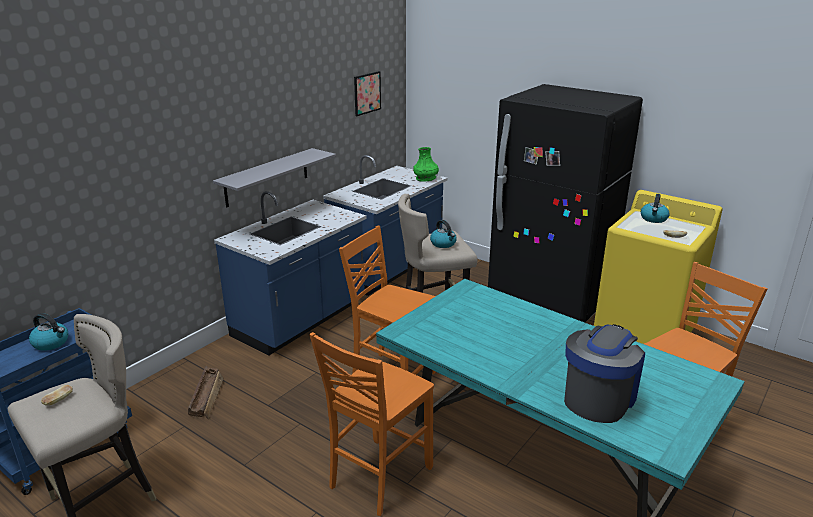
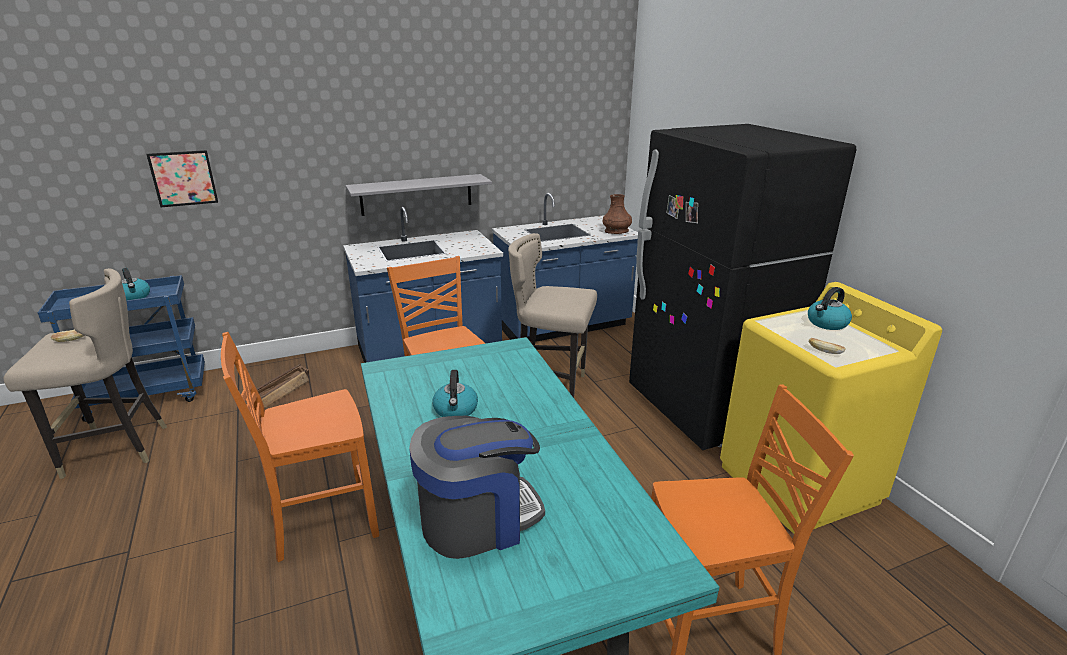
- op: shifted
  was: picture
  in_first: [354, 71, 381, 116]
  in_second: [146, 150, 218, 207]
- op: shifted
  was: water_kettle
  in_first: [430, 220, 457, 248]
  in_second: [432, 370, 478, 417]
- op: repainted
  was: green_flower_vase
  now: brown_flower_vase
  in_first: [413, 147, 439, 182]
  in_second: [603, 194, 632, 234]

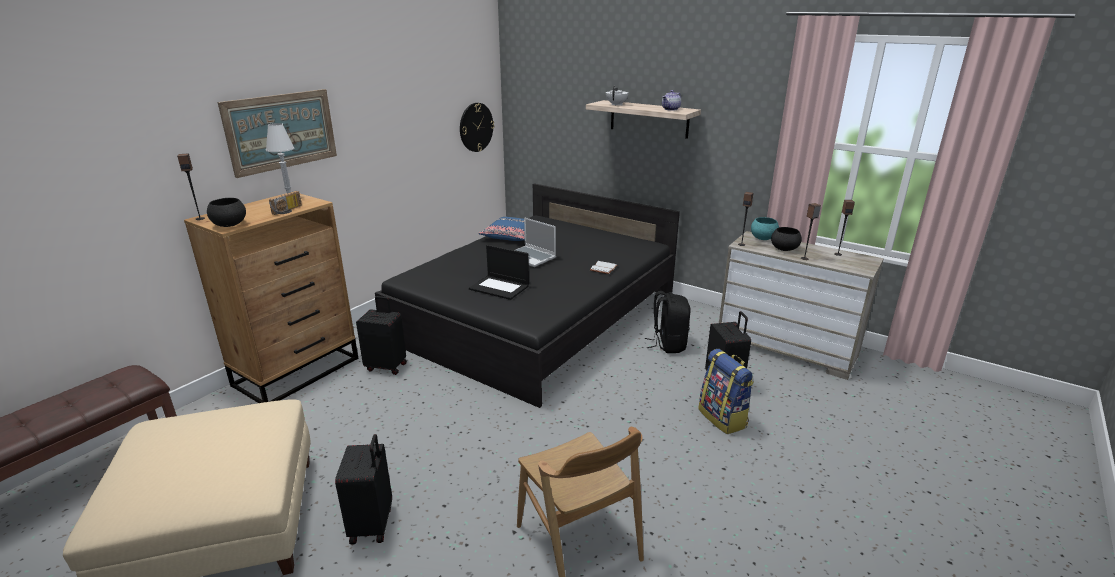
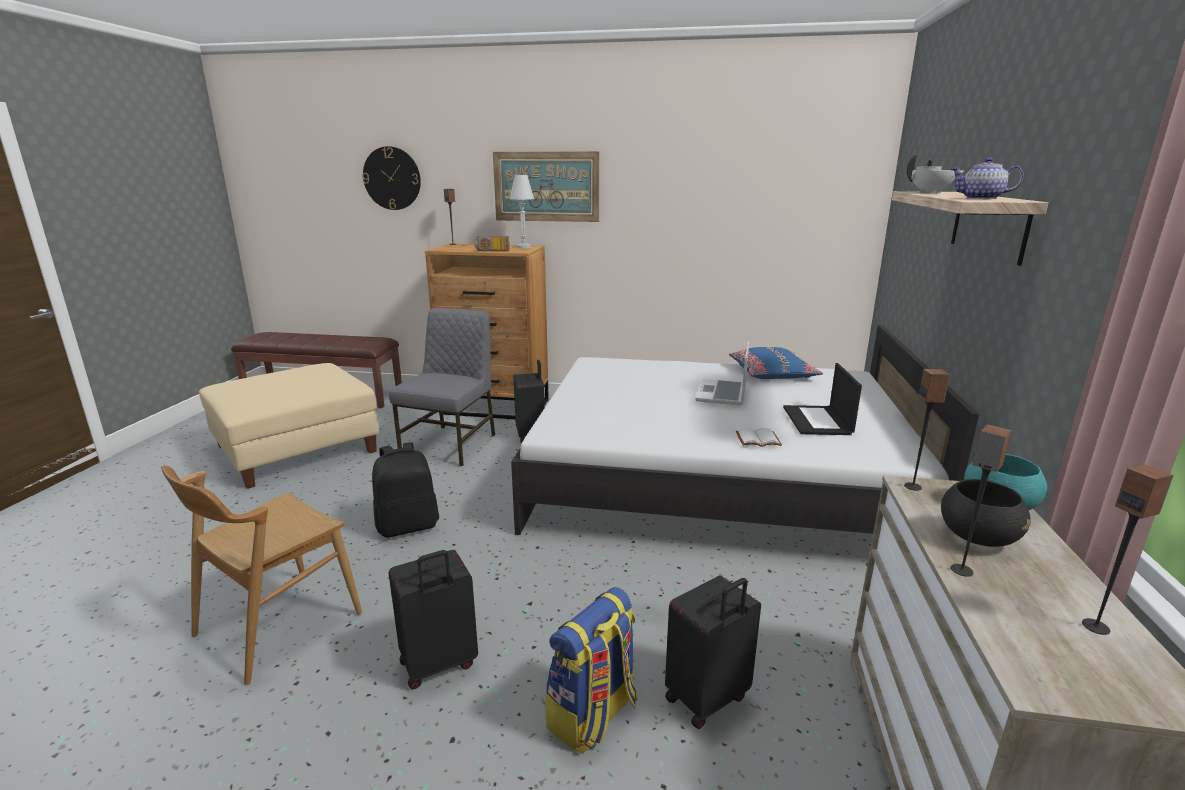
- op: shifted
  was: wall_clock
  in_first: [460, 103, 494, 152]
  in_second: [362, 146, 421, 210]
- op: shifted
  was: black-coloured_backpack
  in_first: [645, 291, 691, 353]
  in_second: [372, 442, 439, 538]
- op: new
  now: gray_upright_chair
  in_second: [389, 308, 495, 466]
- op: shifted
  was: black-coloured_travel_case
  in_first: [335, 434, 392, 545]
  in_second: [389, 550, 478, 690]
- op: repainted
  was: black-coloured_bedroom_bed
  now: white_bedroom_bed
  in_first: [375, 183, 680, 408]
  in_second: [511, 325, 979, 535]
- op: shifted
  was: portable_computer
  in_first: [469, 245, 529, 300]
  in_second: [783, 363, 862, 435]
- op: gone
  was: black-coloured_deep_dish
  in_first: [207, 198, 246, 227]

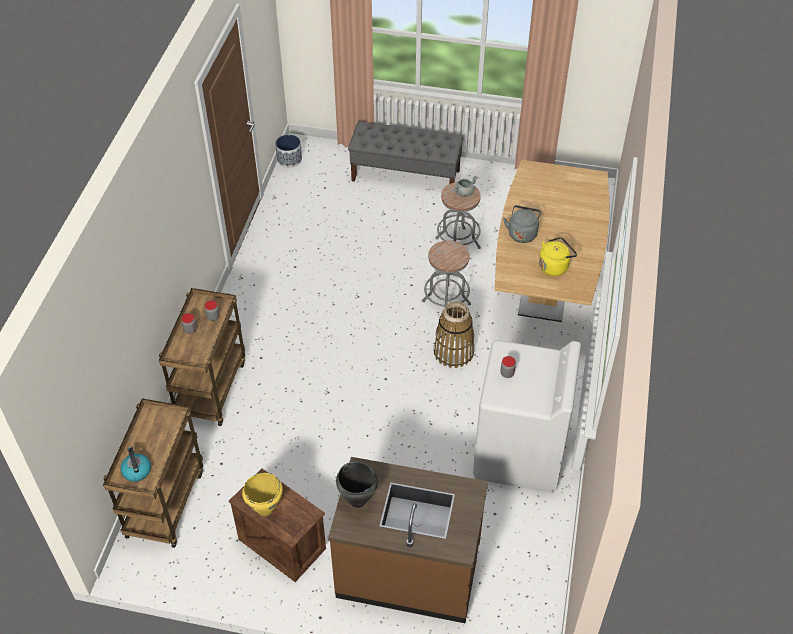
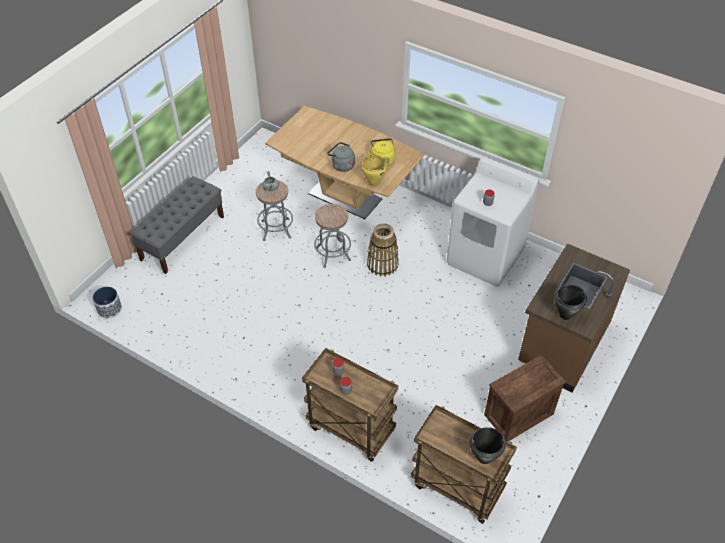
- op: shifted
  was: yellow_stockpot
  in_first: [242, 473, 283, 516]
  in_second: [361, 155, 387, 187]
- op: swapped
  was: water_kettle
  now: black-coloured_stockpot
  in_first: [120, 447, 151, 482]
  in_second: [470, 427, 506, 464]

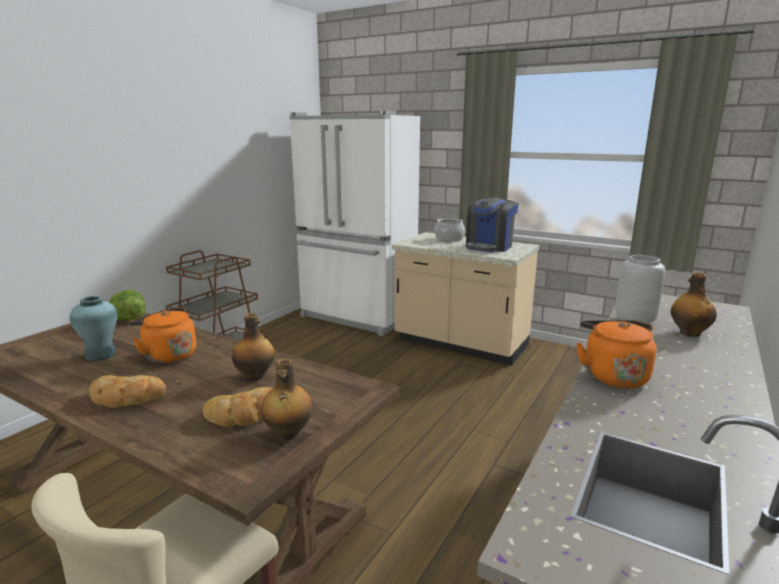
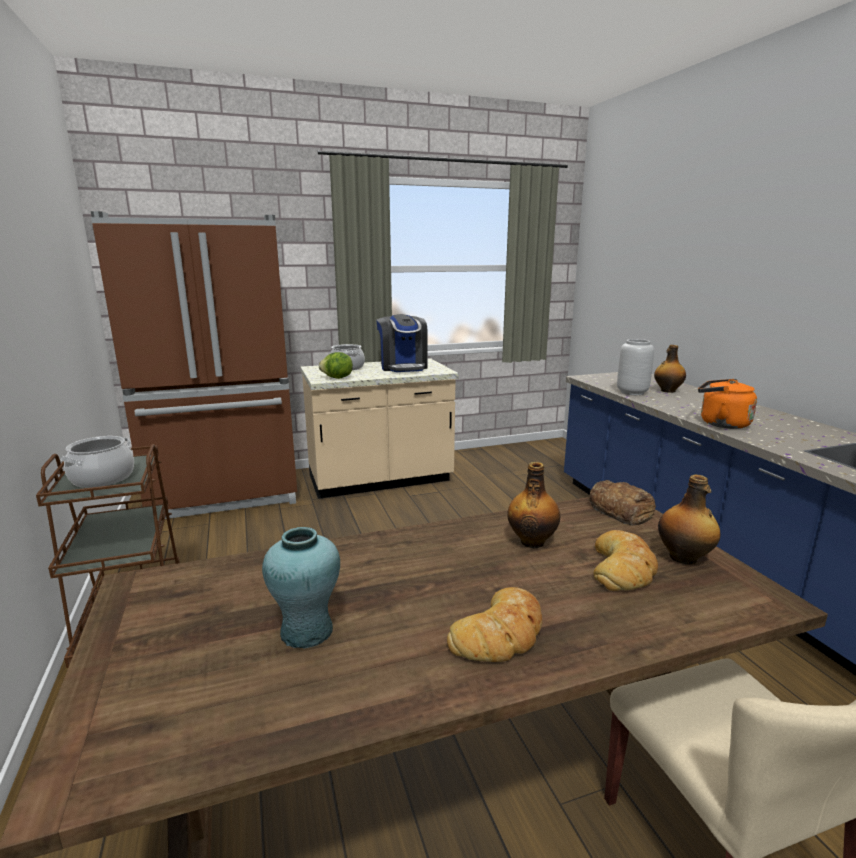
- op: new
  now: stockpot
  in_second: [61, 436, 134, 488]
- op: repainted
  was: white_kitchen_fridge
  now: brown_kitchen_fridge
  in_first: [289, 111, 420, 336]
  in_second: [91, 211, 297, 519]
- op: shifted
  was: lettuce_head
  in_first: [109, 290, 146, 321]
  in_second: [319, 352, 353, 379]
- op: new
  now: bakery_bread
  in_second: [589, 480, 656, 526]
- op: gone
  was: orange-coloured_water_kettle
  in_first: [129, 307, 196, 363]

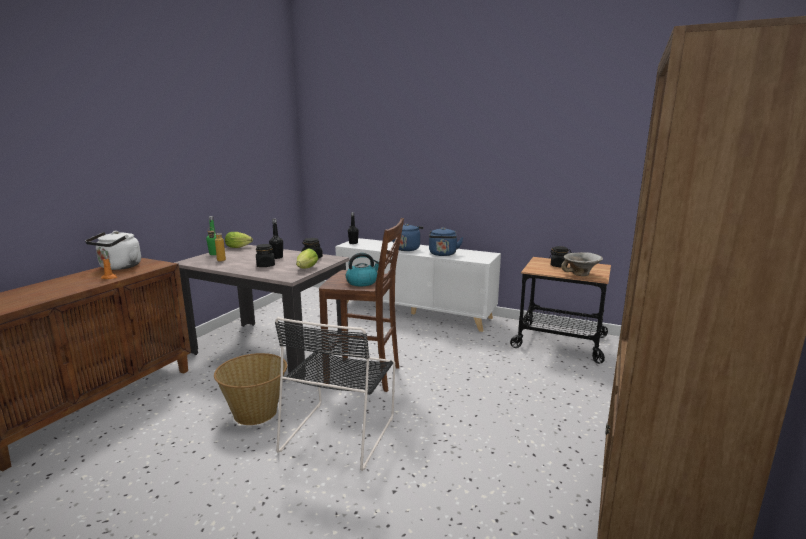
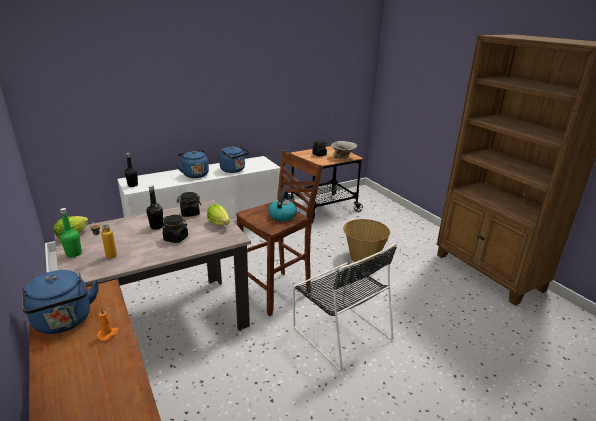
- op: repainted
  was: white_water_kettle
  now: blue_water_kettle
  in_first: [85, 231, 141, 270]
  in_second: [22, 270, 99, 334]
- op: shifted
  was: basket
  in_first: [214, 353, 287, 425]
  in_second: [343, 219, 390, 264]

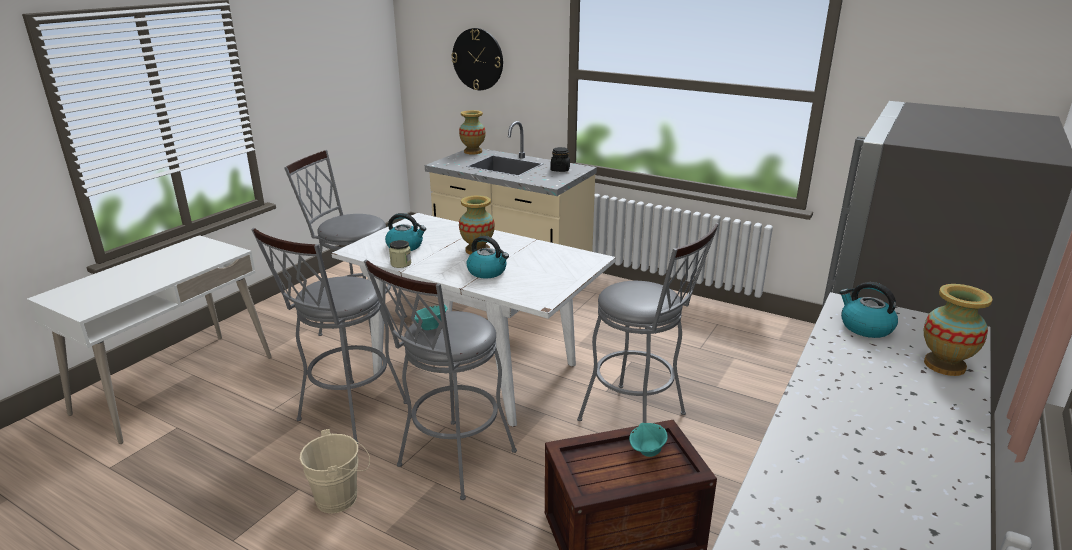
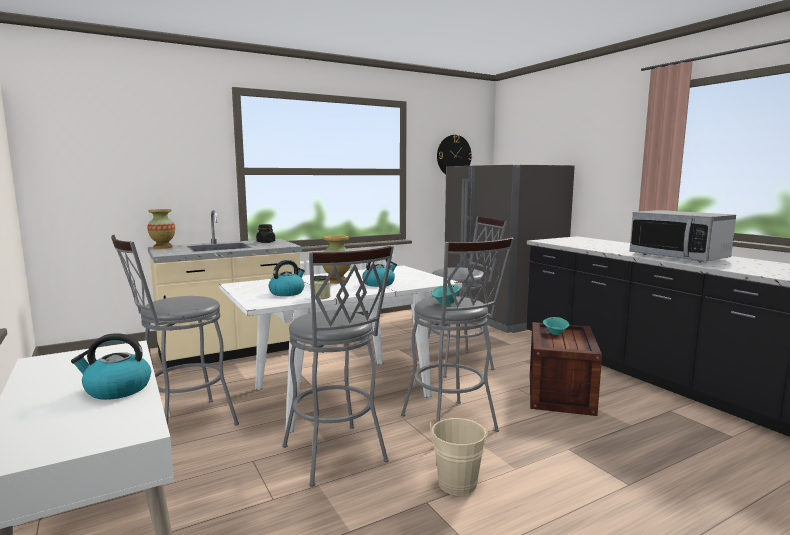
- op: shifted
  was: water_kettle
  in_first: [839, 282, 898, 338]
  in_second: [71, 333, 151, 400]
- op: shifted
  was: wall_clock
  in_first: [451, 28, 503, 90]
  in_second: [437, 135, 472, 174]
- op: new
  now: kitchen_microwave
  in_second: [629, 210, 736, 262]
- op: gone
  was: flower_vase
  in_first: [924, 284, 993, 376]

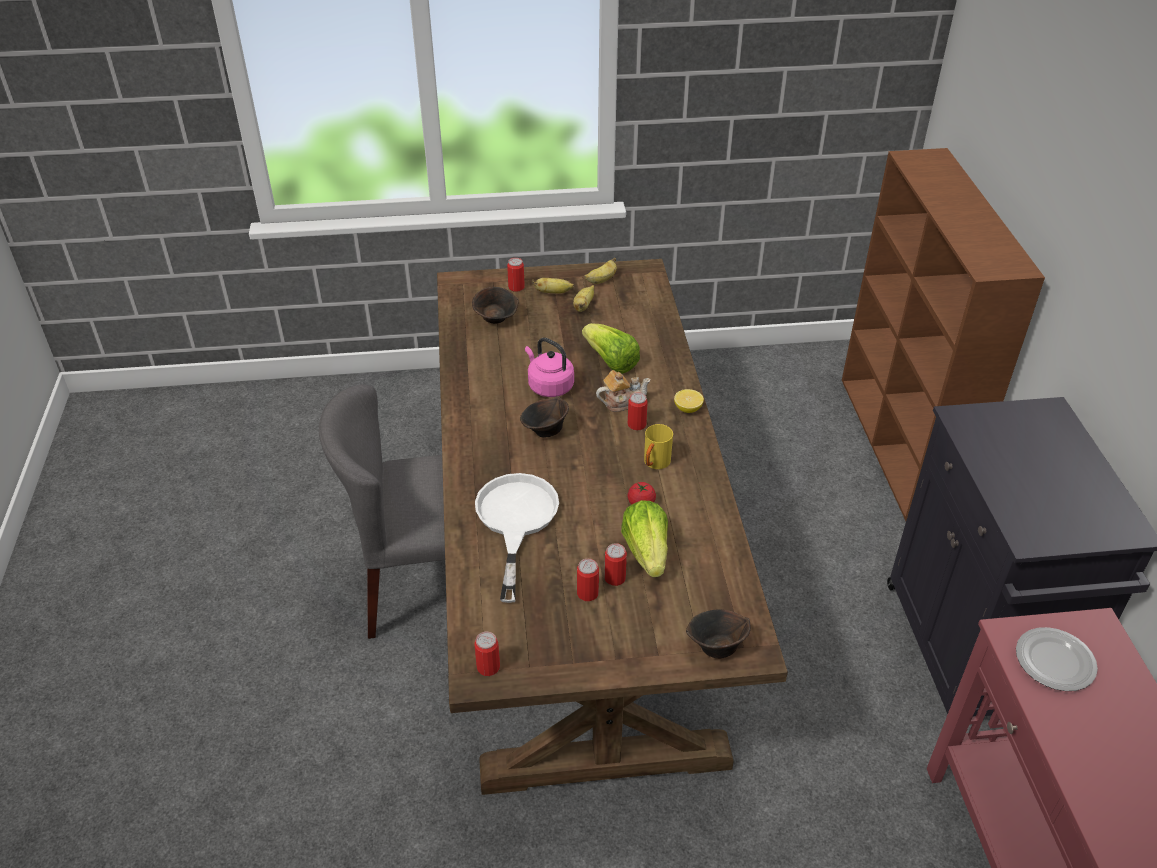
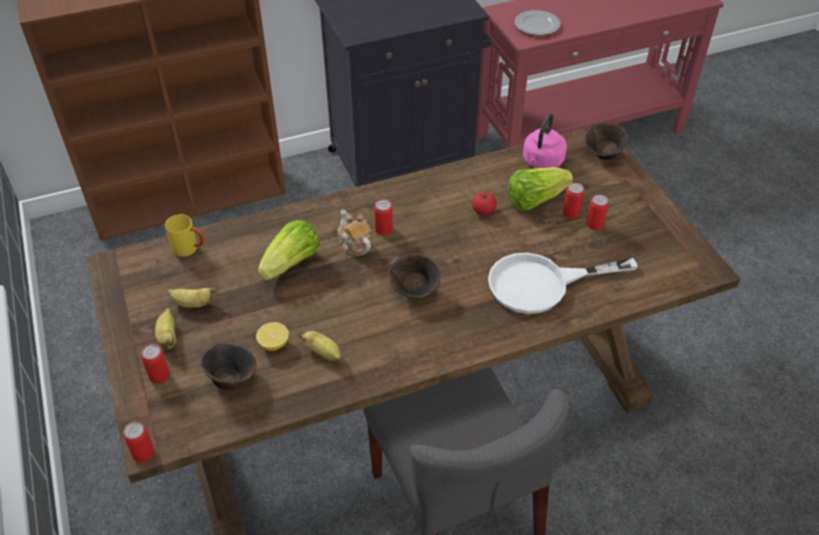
- op: shifted
  was: can
  in_first: [474, 632, 500, 676]
  in_second: [124, 422, 155, 462]
- op: shifted
  was: yellow_mug
  in_first: [644, 424, 673, 469]
  in_second: [165, 214, 204, 257]
- op: shifted
  was: whole_lemon
  in_first: [674, 389, 704, 413]
  in_second: [256, 322, 289, 351]
- op: shifted
  was: banana_fruit
  in_first: [584, 258, 617, 284]
  in_second: [298, 330, 341, 361]
- op: shifted
  was: pink-coloured_water_kettle
  in_first: [525, 338, 574, 397]
  in_second: [523, 113, 567, 168]

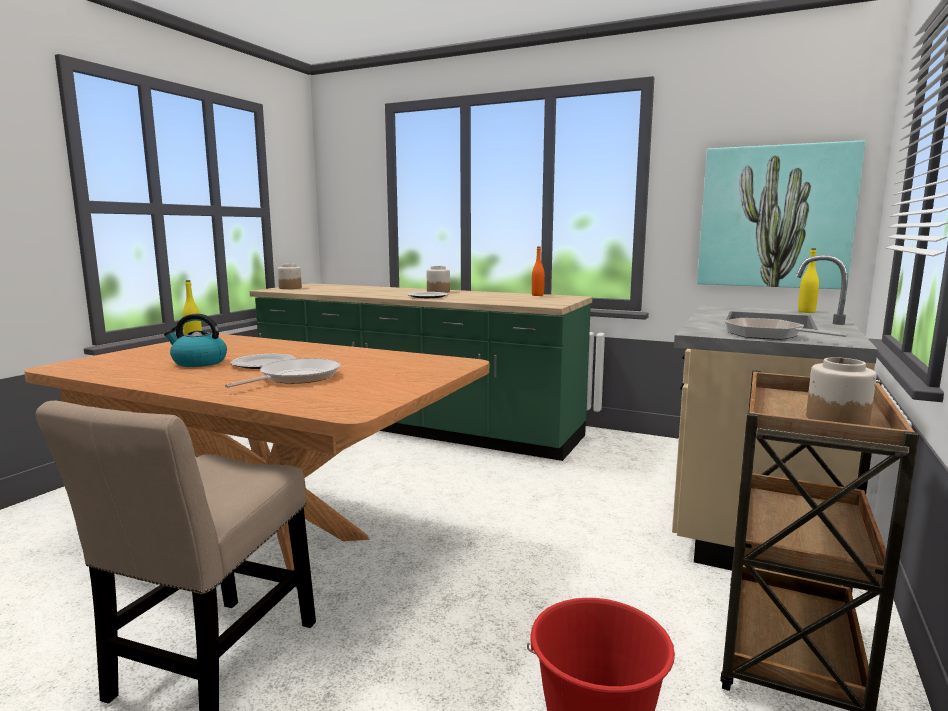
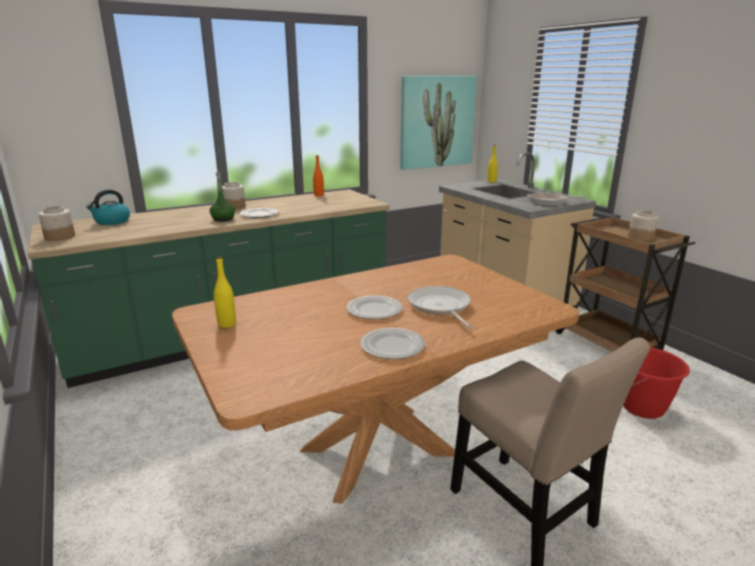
- op: shifted
  was: water_kettle
  in_first: [164, 314, 227, 367]
  in_second: [86, 190, 130, 225]
- op: new
  now: green_beverage_bottle
  in_second: [210, 172, 235, 221]
- op: new
  now: dinner_plate
  in_second: [360, 328, 425, 359]

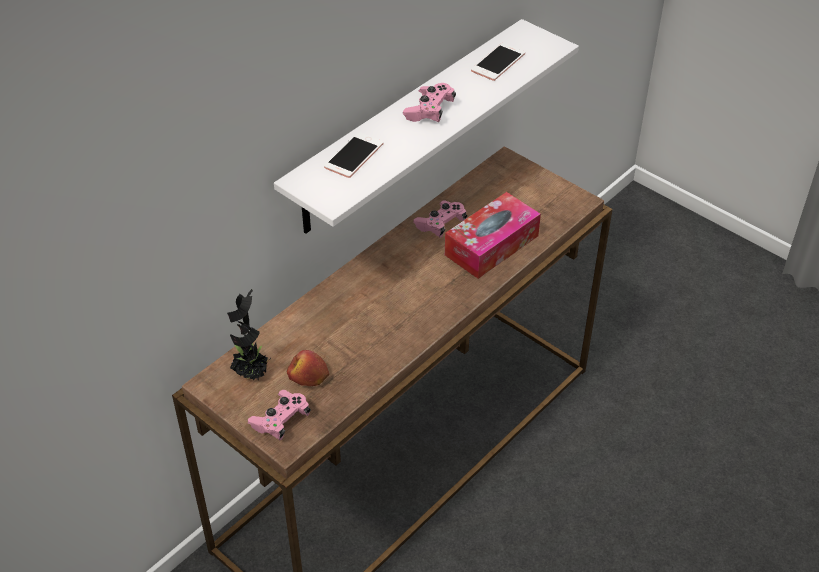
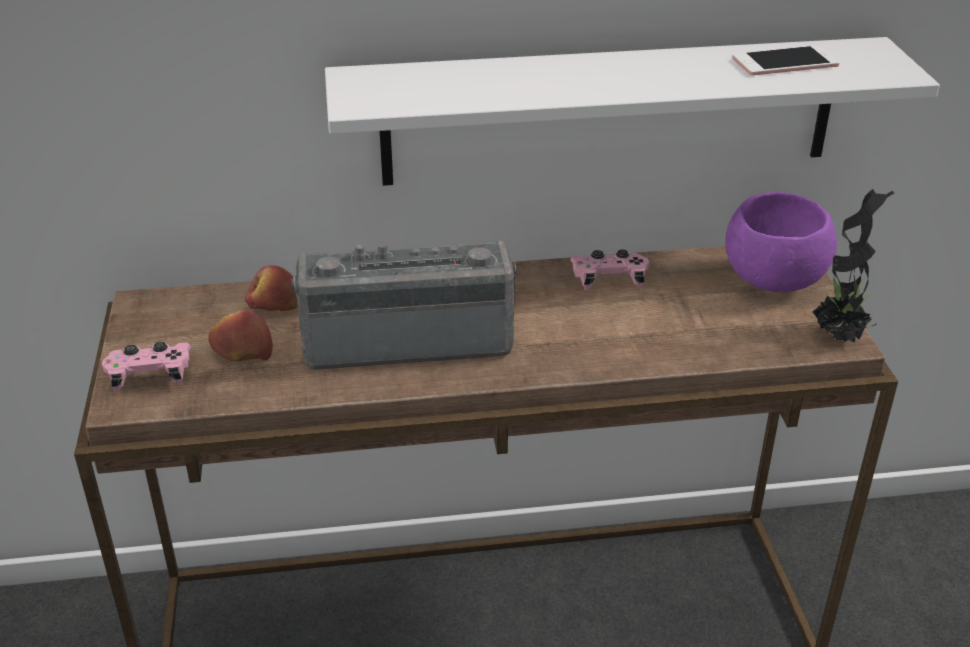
- op: new
  now: whole_apple
  in_second: [245, 265, 298, 311]
- op: new
  now: radio_set
  in_second: [292, 240, 517, 370]
- op: new
  now: purplish_deep_dish
  in_second: [725, 192, 837, 292]
- op: shifted
  was: plant_in_a_pot
  in_first: [227, 289, 271, 380]
  in_second: [812, 189, 894, 343]
- op: gone
  was: telephone
  in_first: [324, 132, 384, 178]
- op: gone
  was: pink-coloured_joypad
  in_first: [403, 83, 456, 122]
- op: gone
  was: tissue_holder
  in_first: [445, 192, 541, 279]

